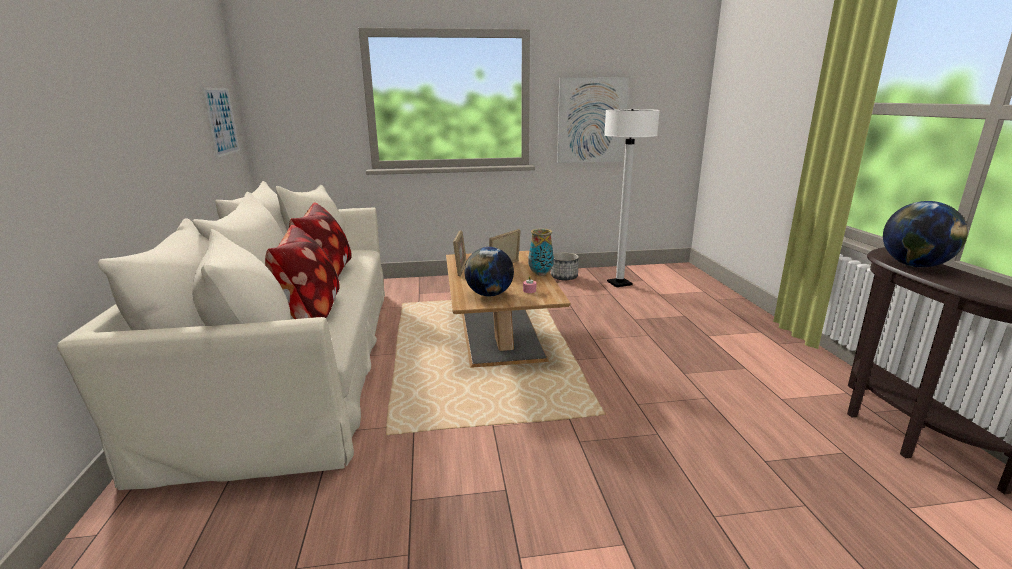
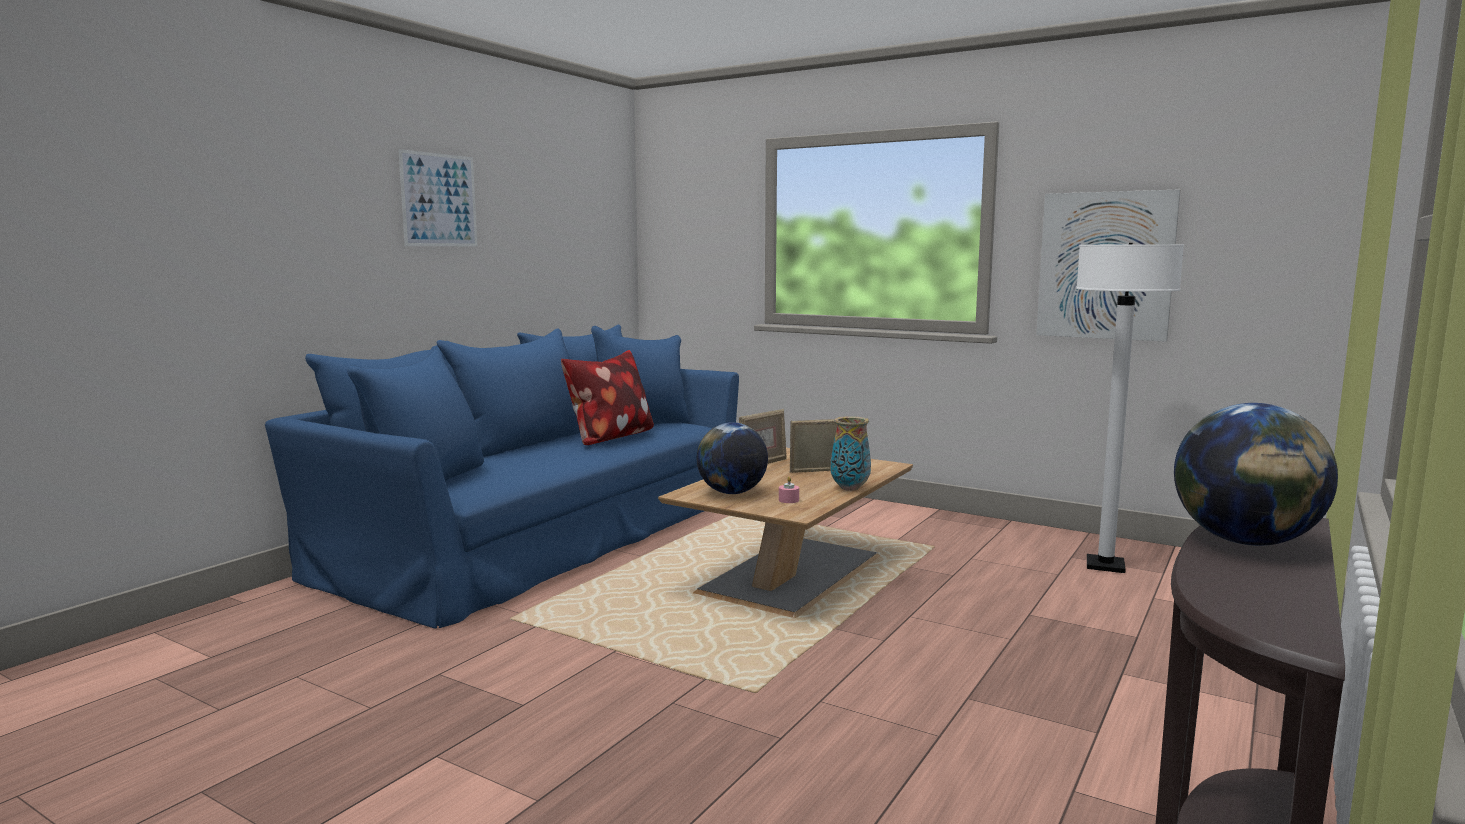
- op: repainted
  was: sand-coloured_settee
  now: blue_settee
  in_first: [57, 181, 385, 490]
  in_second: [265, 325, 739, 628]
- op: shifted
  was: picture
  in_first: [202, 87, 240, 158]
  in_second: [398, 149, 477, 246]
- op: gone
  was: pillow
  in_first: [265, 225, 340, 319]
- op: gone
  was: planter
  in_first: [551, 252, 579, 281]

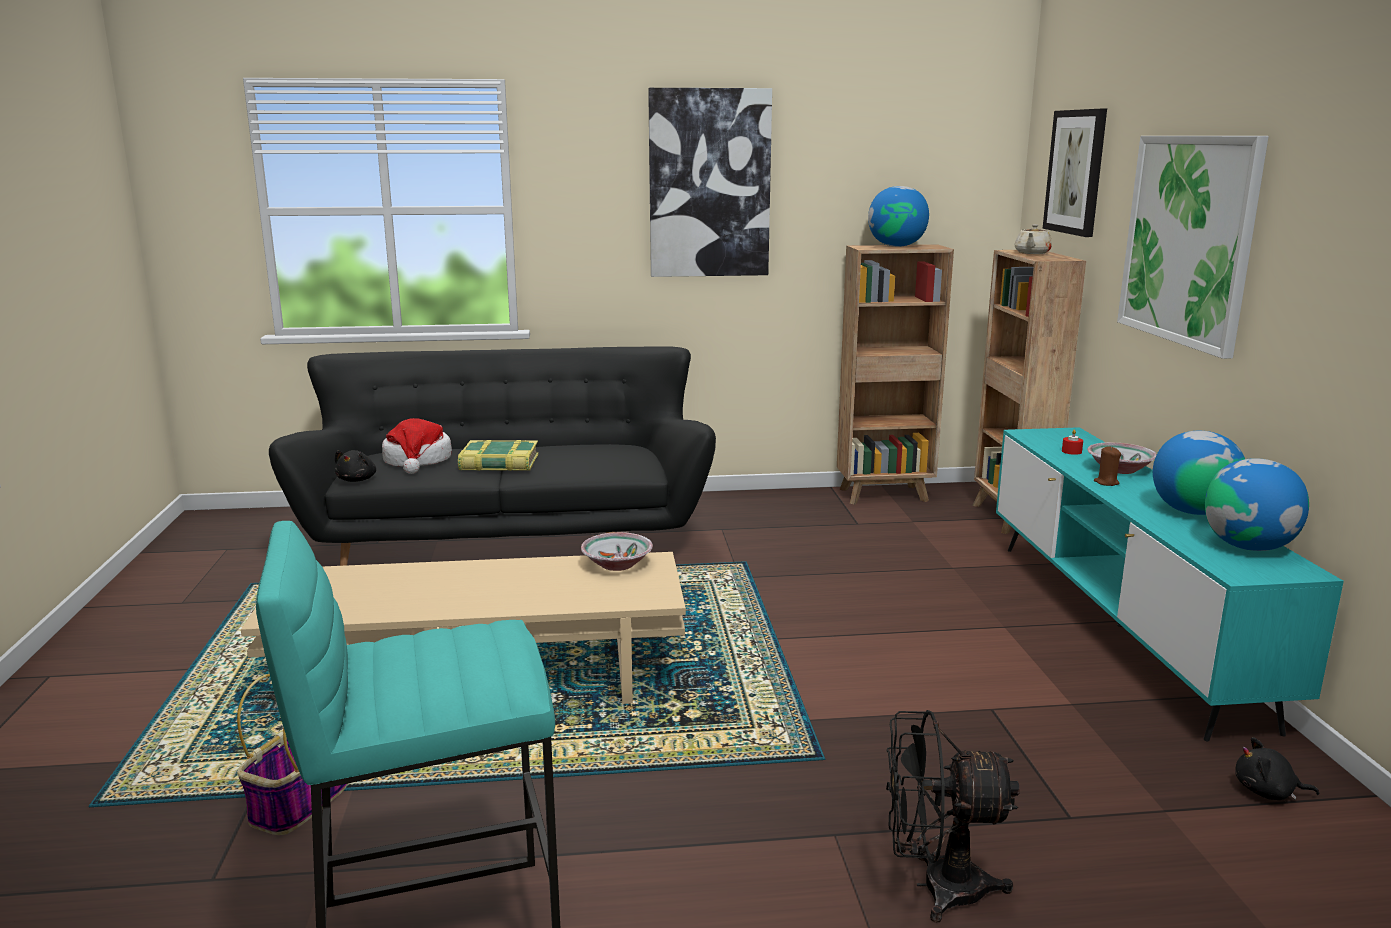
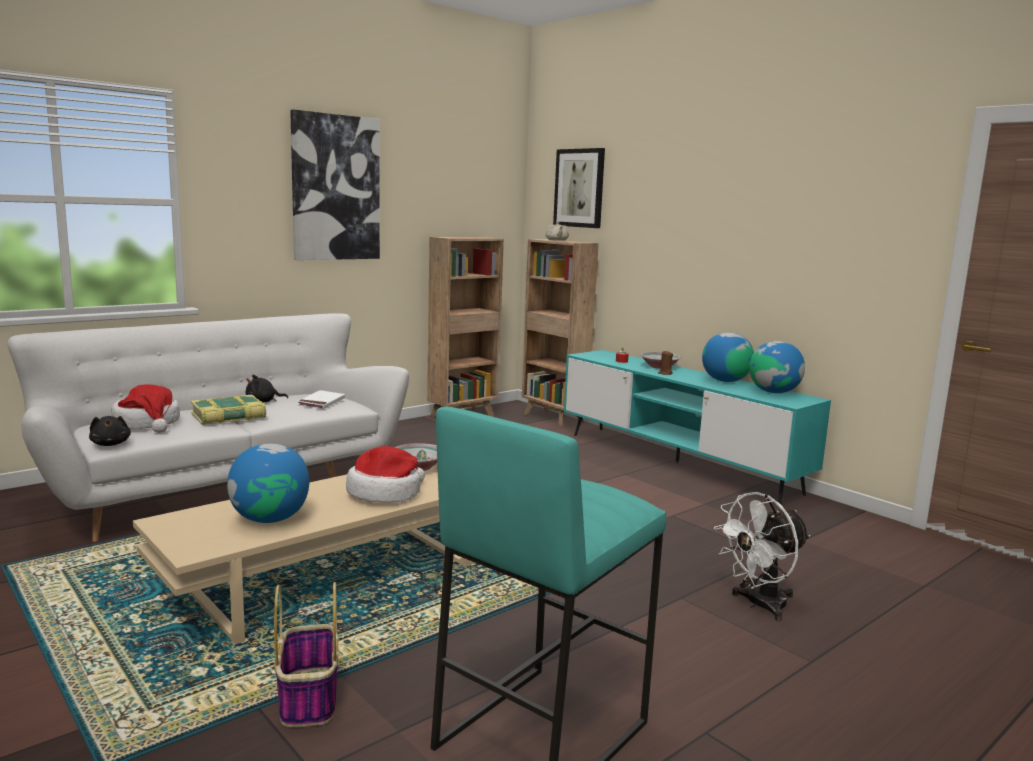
- op: repainted
  was: black-coloured_settee
  now: white_settee
  in_first: [269, 346, 716, 566]
  in_second: [7, 313, 409, 542]
- op: shifted
  was: world_globe
  in_first: [868, 186, 929, 247]
  in_second: [227, 444, 309, 523]
- op: shifted
  was: black-coloured_plush_toy
  in_first: [1235, 737, 1319, 800]
  in_second: [246, 375, 288, 402]
- op: new
  now: white_book
  in_second: [297, 390, 345, 409]
- op: new
  now: clothing_hat
  in_second: [346, 446, 425, 503]
- op: repainted
  was: black-coloured_electric_fan
  now: white_electric_fan
  in_first: [886, 710, 1020, 923]
  in_second: [714, 492, 810, 621]
- op: gone
  was: picture
  in_first: [1117, 136, 1269, 359]

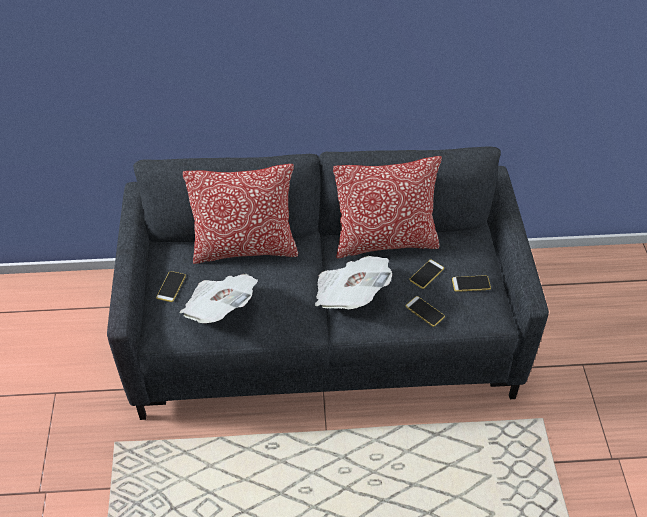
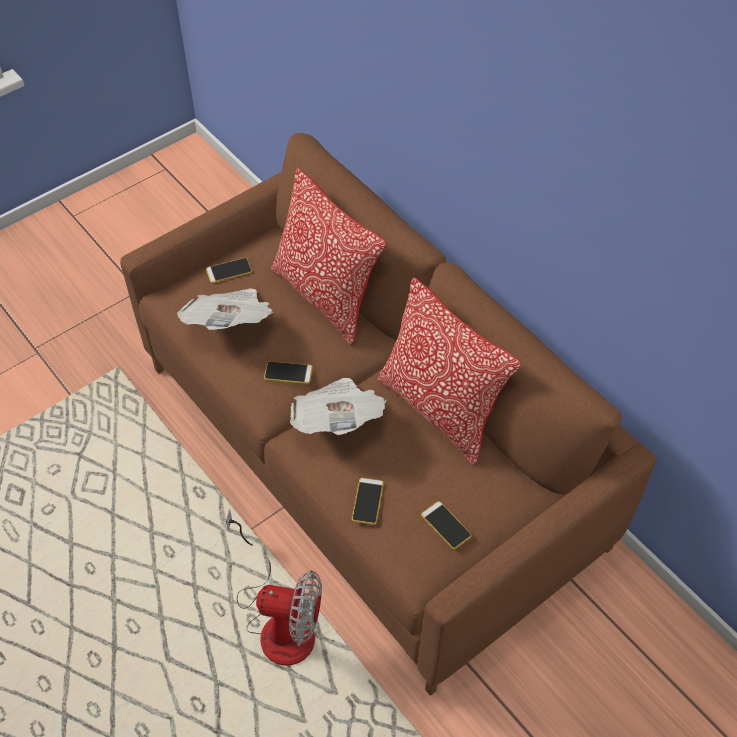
- op: repainted
  was: gray_settee
  now: brown_settee
  in_first: [107, 146, 549, 420]
  in_second: [120, 133, 657, 696]
- op: new
  now: electric_fan
  in_second: [226, 509, 322, 665]
- op: shifted
  was: telephone
  in_first: [409, 260, 444, 289]
  in_second: [264, 361, 313, 384]

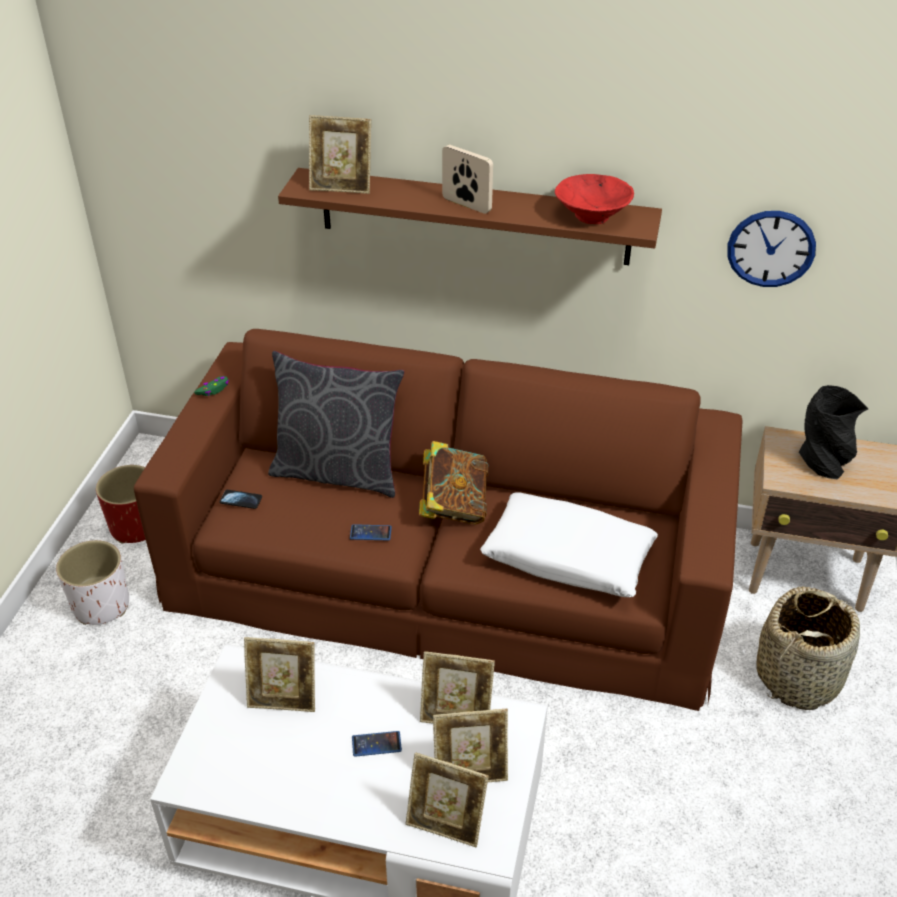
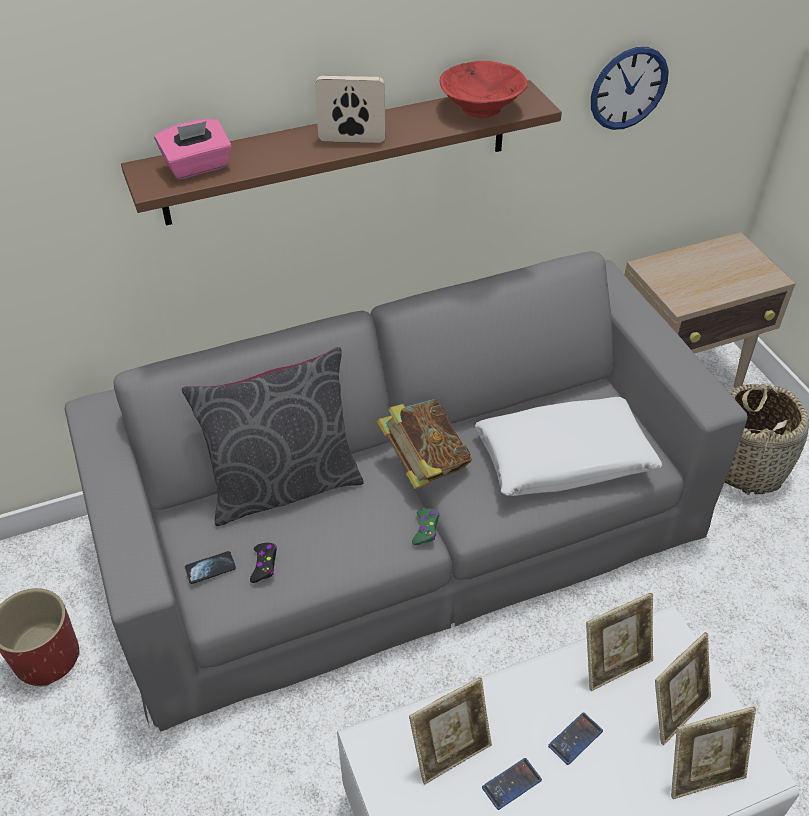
- op: repainted
  was: brown_settee
  now: gray_settee
  in_first: [134, 329, 742, 711]
  in_second: [65, 251, 748, 732]
- op: swapped
  was: picture_frame
  now: pink-coloured_tissue_holder
  in_first: [309, 115, 371, 194]
  in_second: [154, 119, 232, 180]
- op: new
  now: black-coloured_joypad
  in_second: [250, 543, 277, 583]
- op: shifted
  was: green_joypad
  in_first: [194, 376, 229, 396]
  in_second: [412, 508, 439, 545]
- op: shifted
  was: telephone
  in_first: [350, 524, 392, 541]
  in_second: [482, 758, 542, 810]
- op: gone
  was: white_planter
  in_first: [56, 540, 129, 625]
- op: gone
  was: black-coloured_flower_vase
  in_first: [799, 385, 868, 480]

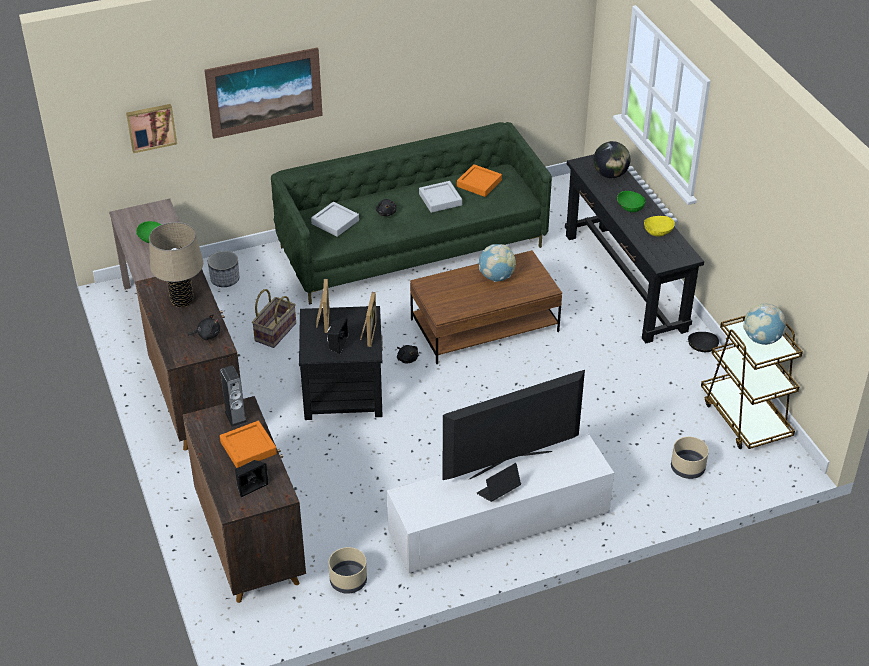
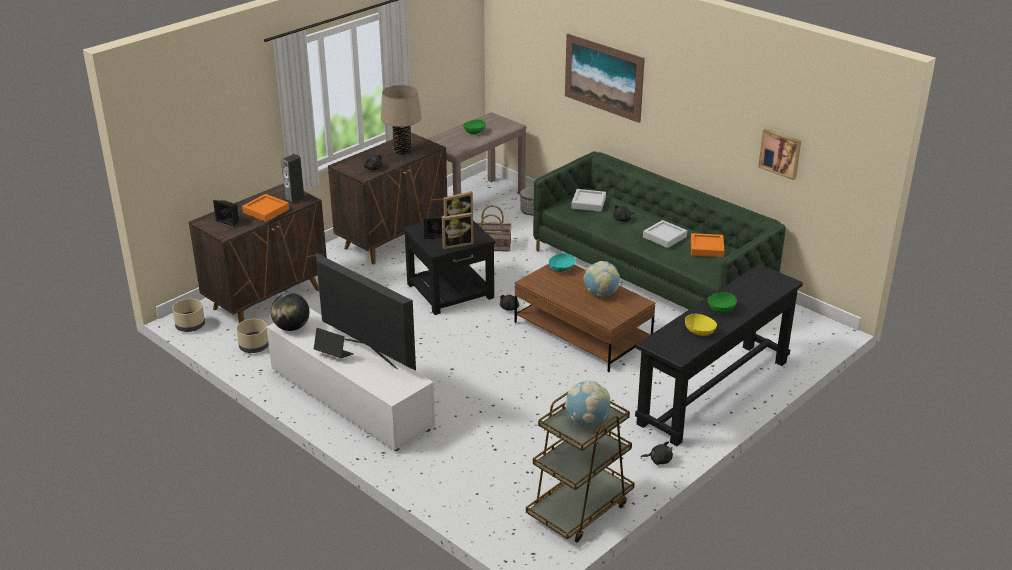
- op: shifted
  was: sand-coloured_planter
  in_first: [671, 437, 709, 479]
  in_second: [172, 299, 205, 332]
- op: shifted
  was: world_globe
  in_first: [593, 141, 630, 178]
  in_second: [271, 293, 309, 331]
- op: new
  now: turquoise-coloured_deep_dish
  in_second: [549, 253, 576, 272]
- op: swapped
  was: black-coloured_deep_dish
  now: black-coloured_plush_toy
  in_first: [688, 332, 719, 352]
  in_second: [641, 441, 673, 465]
- op: shifted
  was: picture
  in_first: [126, 104, 177, 153]
  in_second: [758, 129, 801, 180]

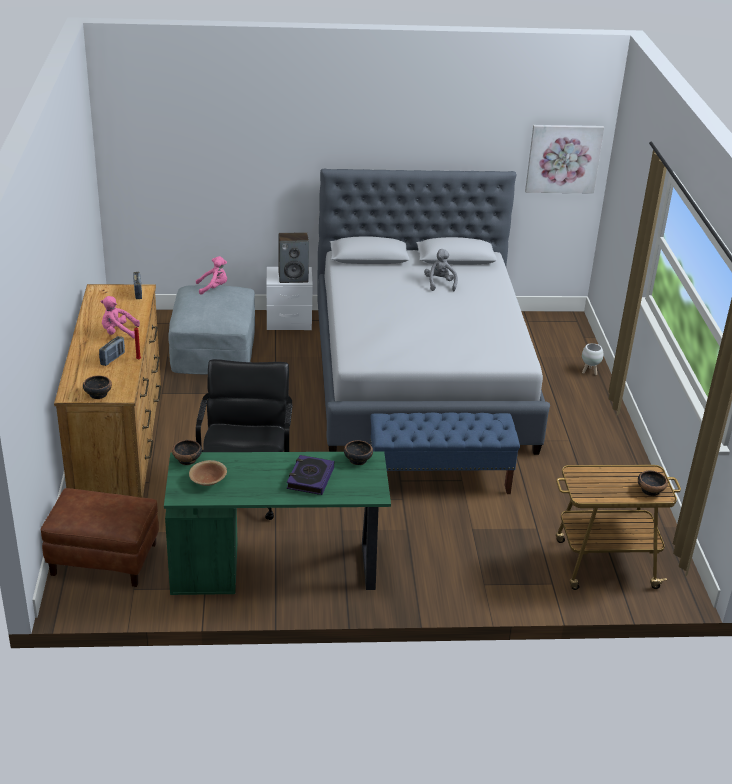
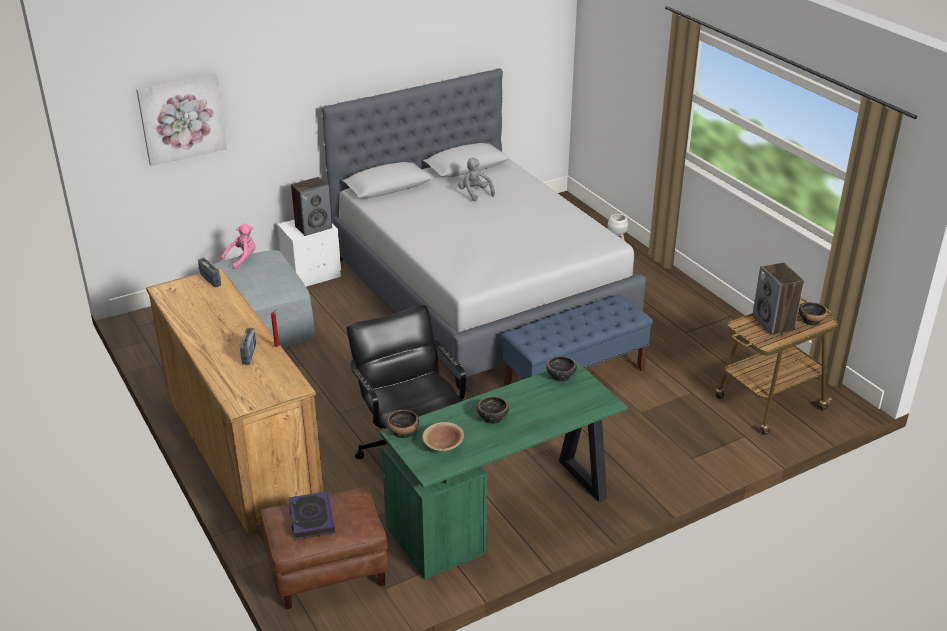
- op: shifted
  was: picture
  in_first: [525, 125, 604, 194]
  in_second: [136, 74, 227, 166]
- op: shifted
  was: book
  in_first: [287, 455, 334, 495]
  in_second: [289, 491, 336, 540]
- op: shifted
  was: deep_dish
  in_first: [83, 376, 112, 399]
  in_second: [477, 397, 509, 424]
- op: new
  now: speaker
  in_second: [752, 263, 804, 335]
- op: gone
  was: pink-coloured_plush_toy
  in_first: [100, 296, 140, 339]

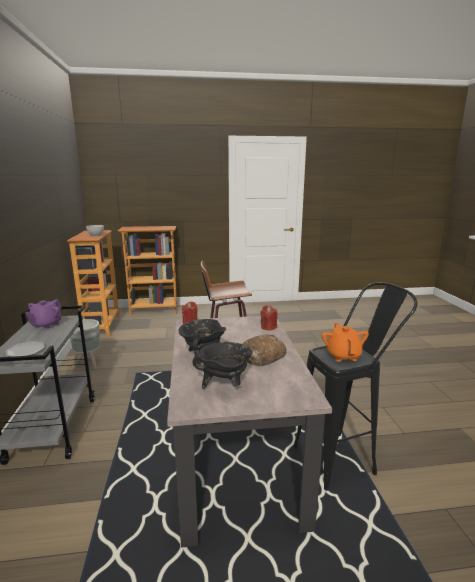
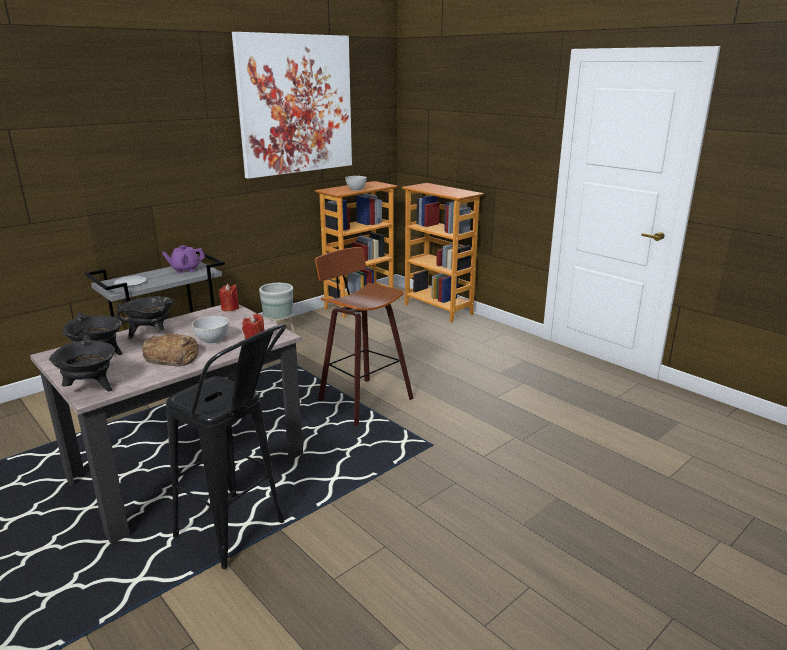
- op: new
  now: black-coloured_stockpot
  in_second: [49, 335, 115, 392]
- op: new
  now: gray_deep_dish
  in_second: [192, 316, 229, 344]
- op: new
  now: picture
  in_second: [232, 32, 352, 179]
- op: gone
  was: orange-coloured_tea_pot
  in_first: [321, 323, 369, 362]

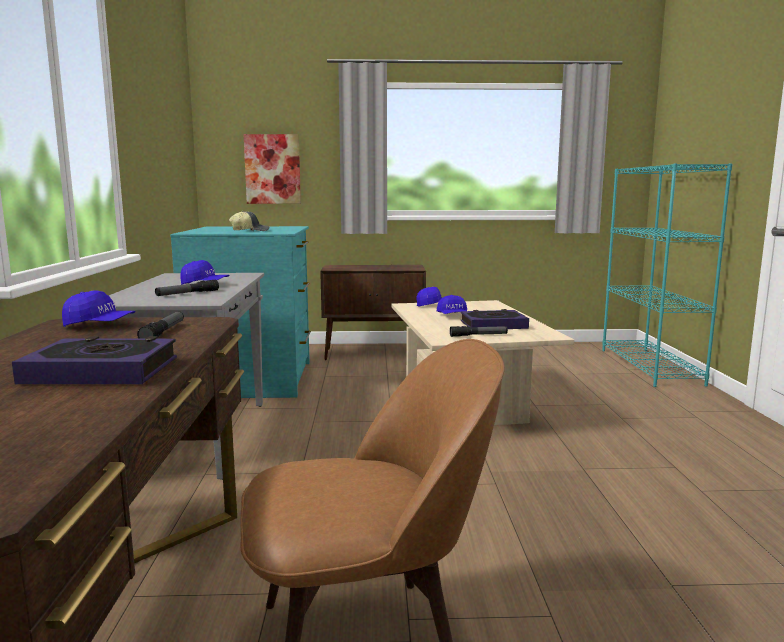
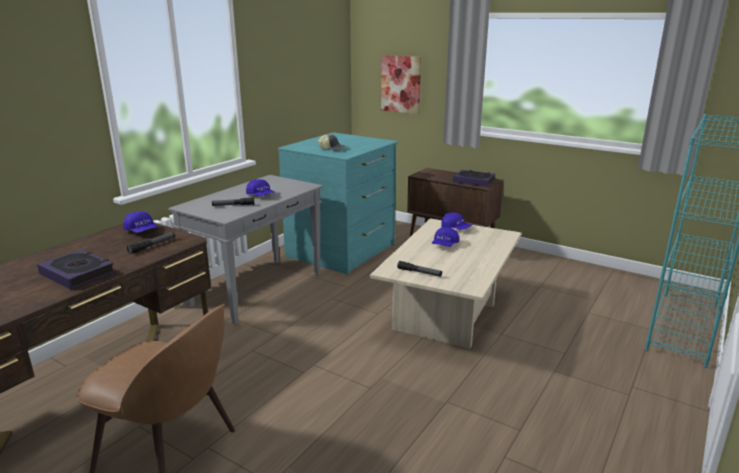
- op: shifted
  was: book
  in_first: [461, 309, 529, 329]
  in_second: [453, 170, 496, 187]

